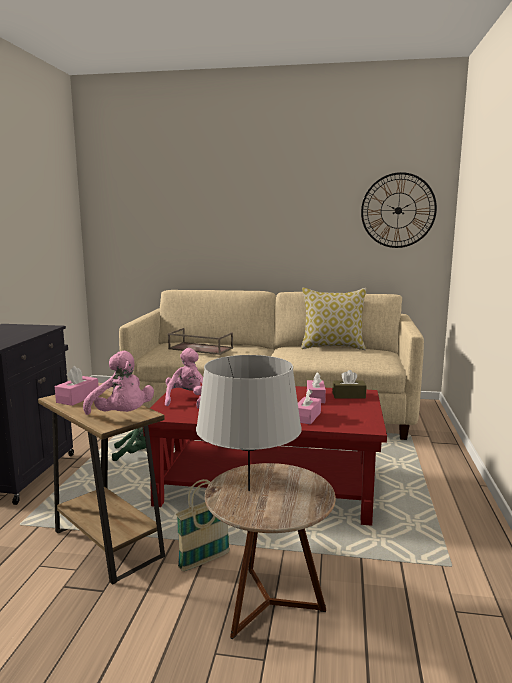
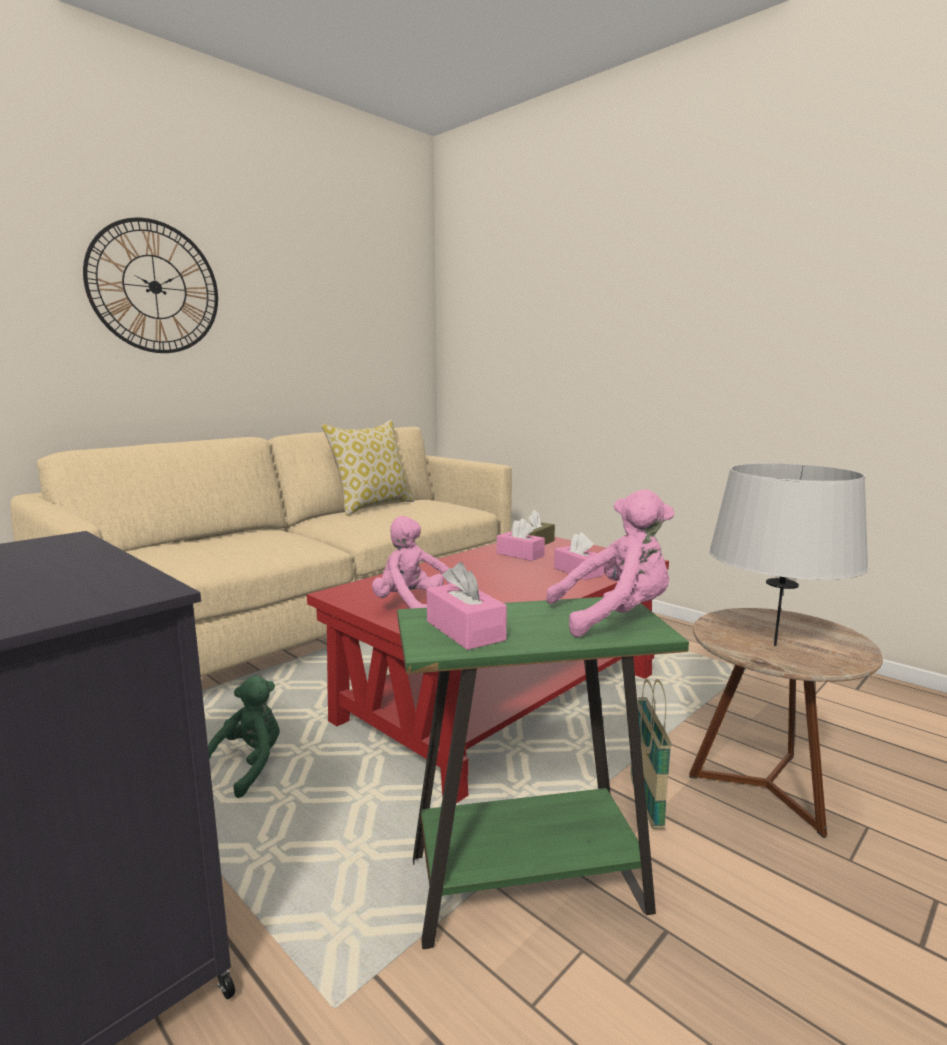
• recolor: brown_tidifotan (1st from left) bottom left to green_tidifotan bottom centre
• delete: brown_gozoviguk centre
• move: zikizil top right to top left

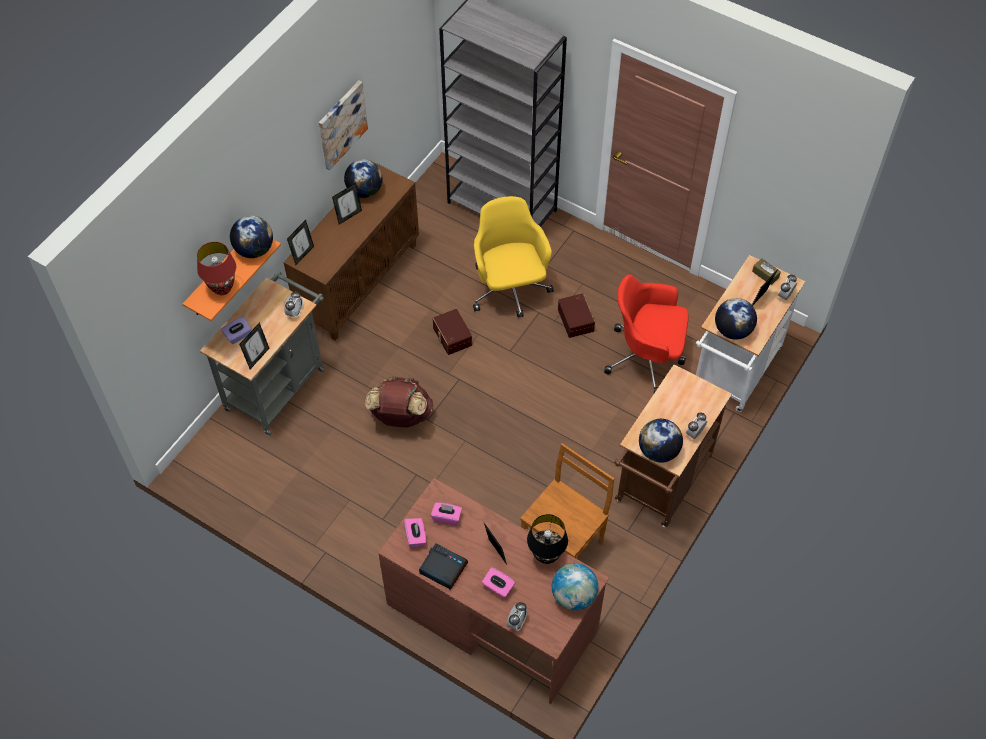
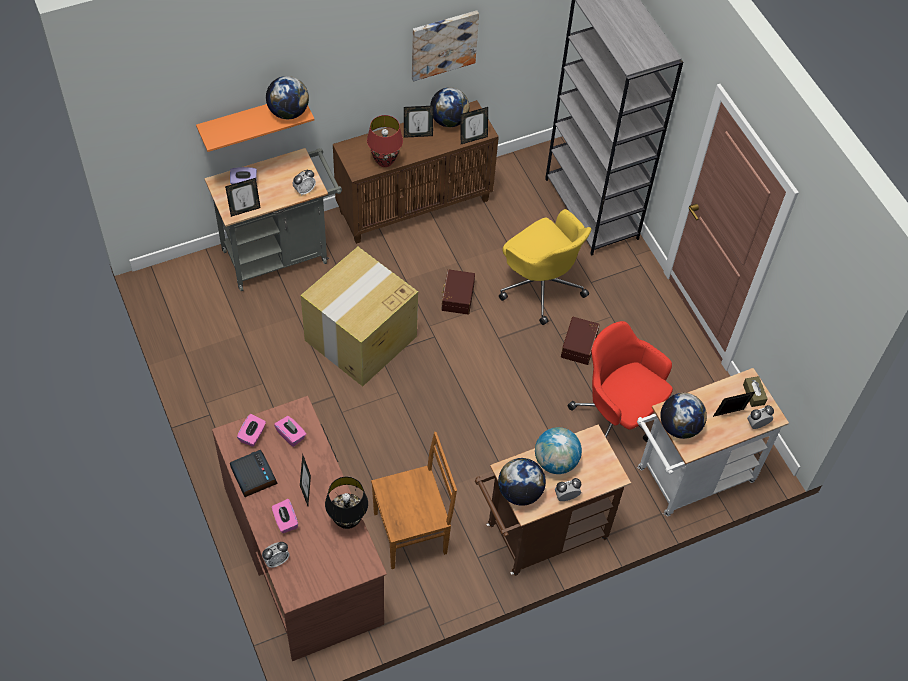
• move: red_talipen middle left to top centre
• move: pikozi (2nd from left in the first image) top left to pikozi (4th from left) top centre
• replace: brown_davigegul centre to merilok centre
• rotate: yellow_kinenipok centre = centre 120 degrees clockwise
• move: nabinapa (3rd from left in the first image) bottom centre to nabinapa (4th from left) centre

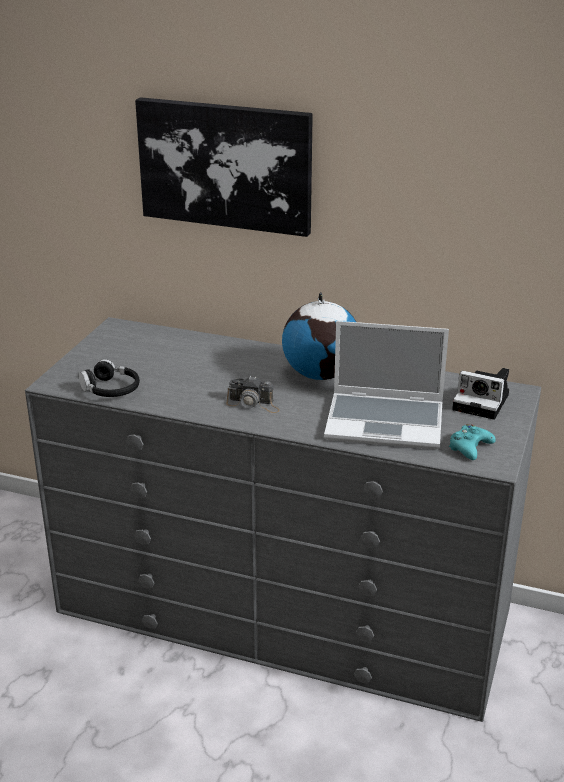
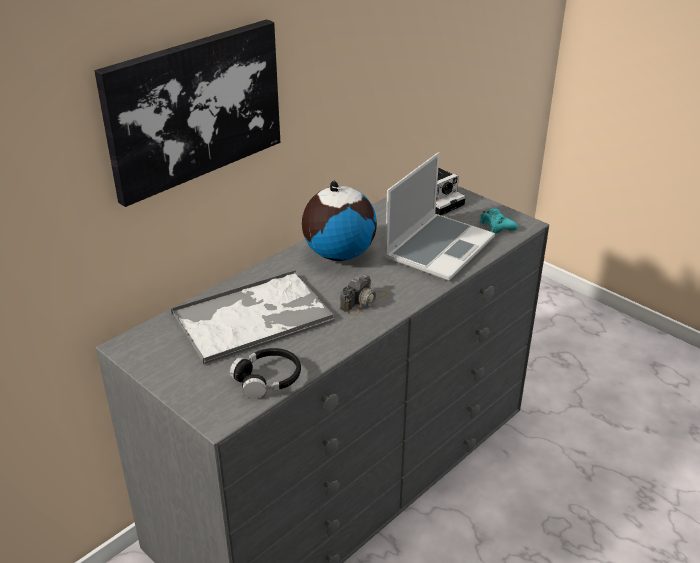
• insert: gozoviguk centre

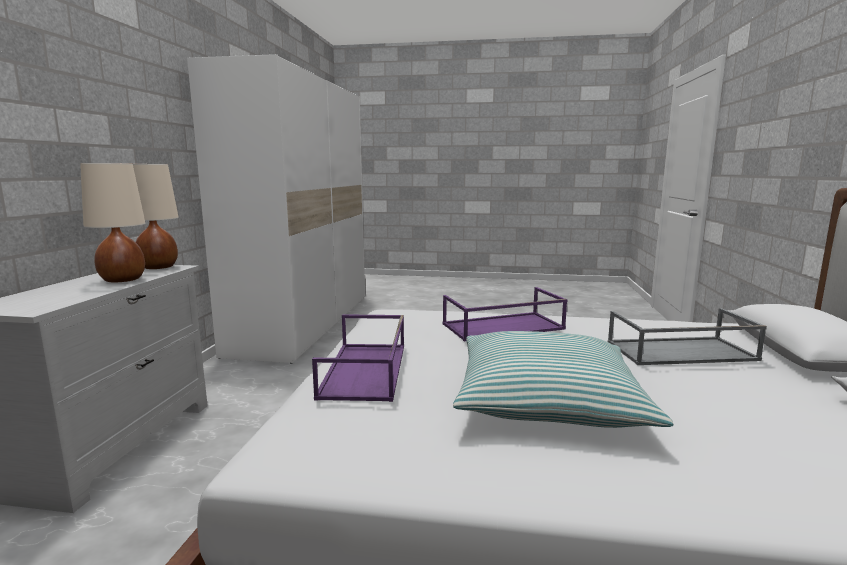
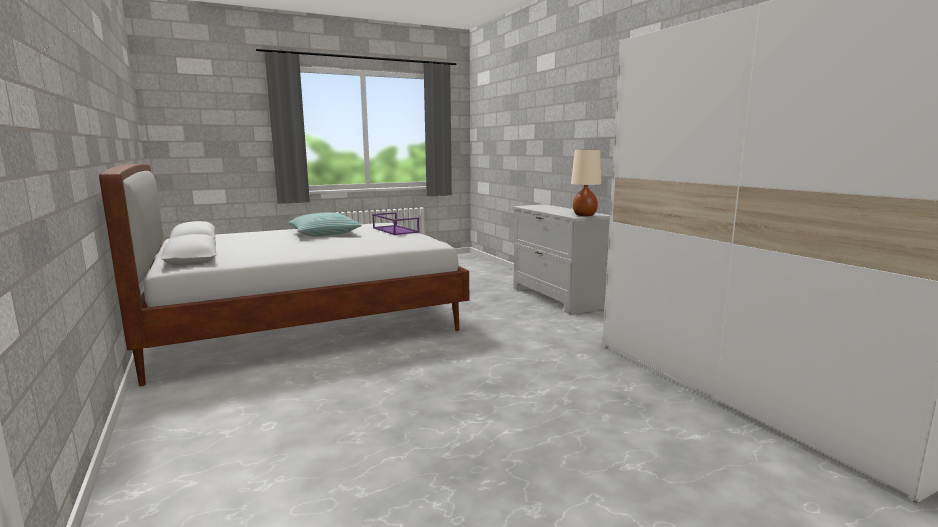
• delete: beige_talipen (1st from left) middle left
• delete: purple_gozoviguk (2nd from left) centre
• delete: grey_gozoviguk middle right

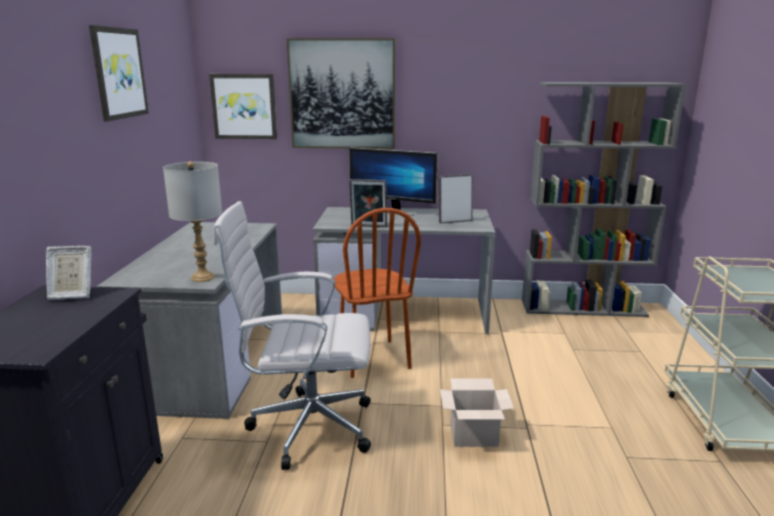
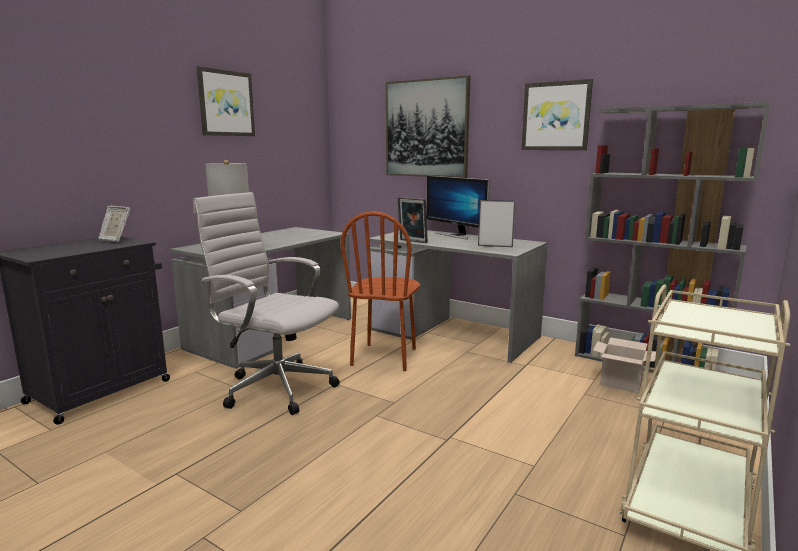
• move: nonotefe (2nd from left in the first image) top left to nonotefe (3rd from left) top right
• move: merilok bottom centre to middle right

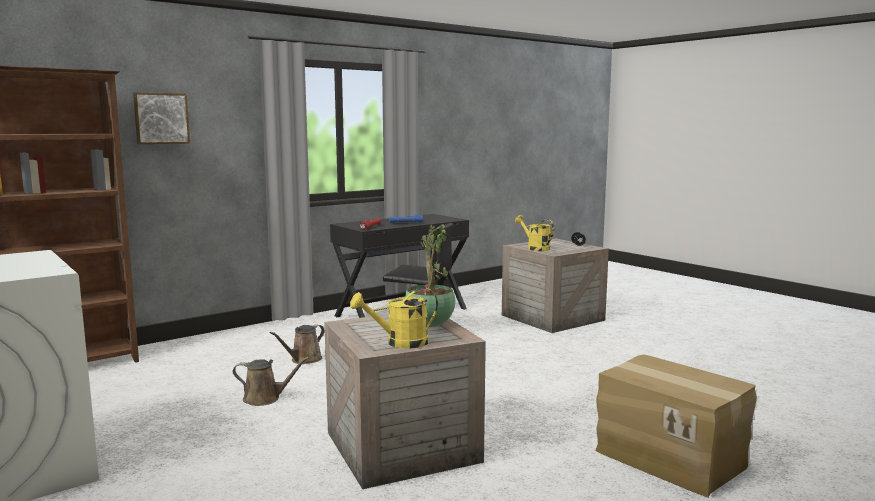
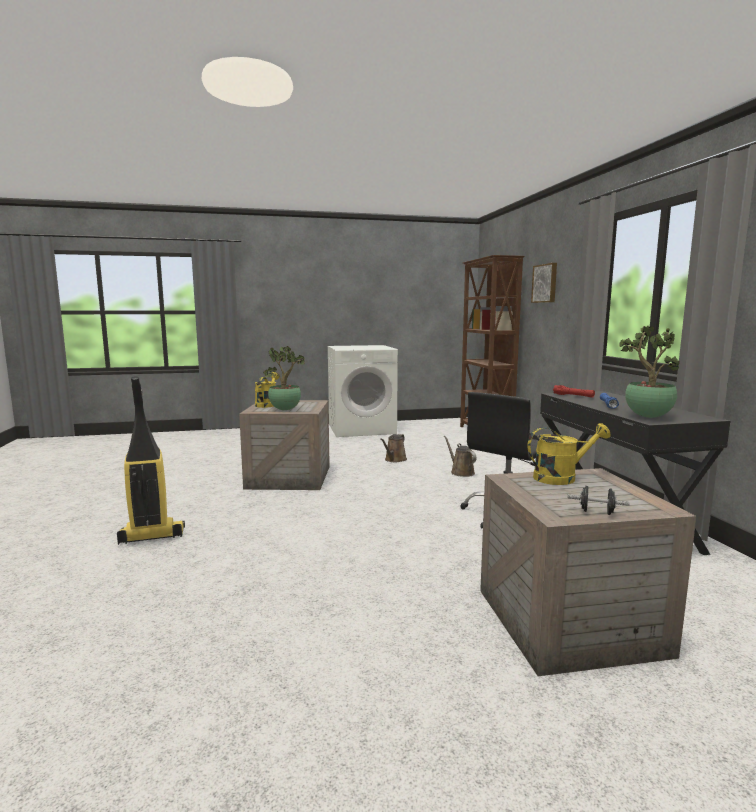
• replace: merilok bottom right to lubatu middle left
• insert: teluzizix (2nd from left) middle right

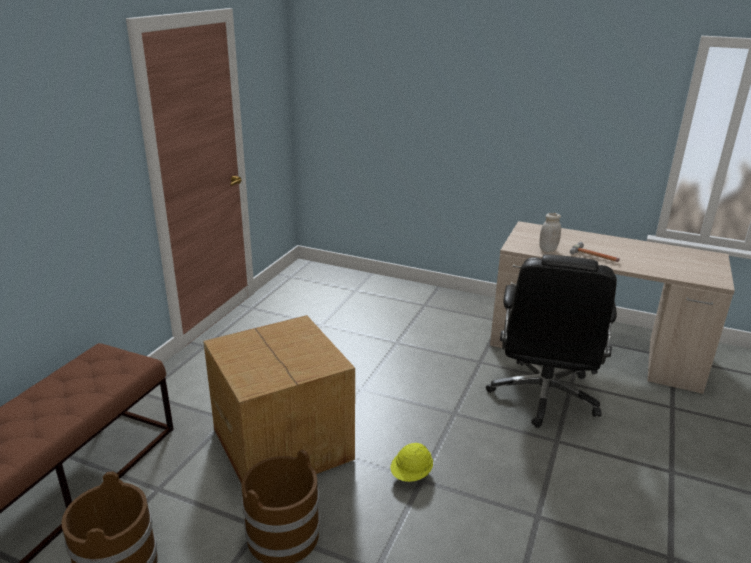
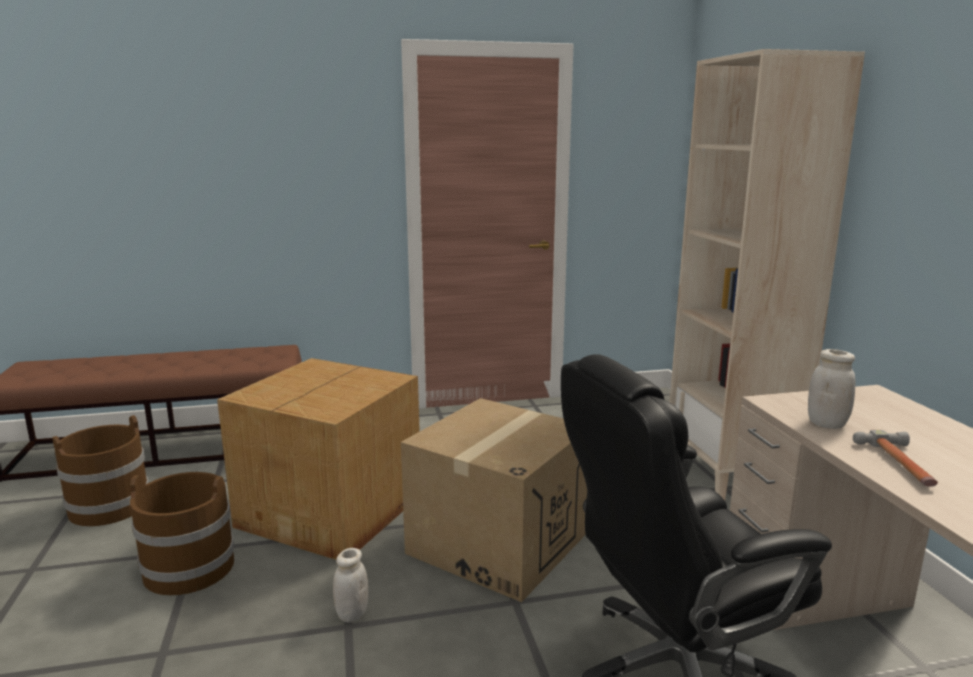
• replace: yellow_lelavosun bottom centre to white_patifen (1st from left) bottom centre
• insert: merilok (2nd from left) bottom centre
• insert: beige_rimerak middle right

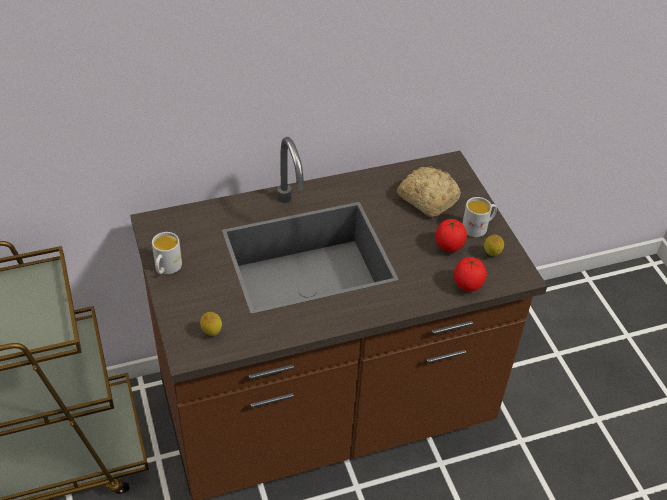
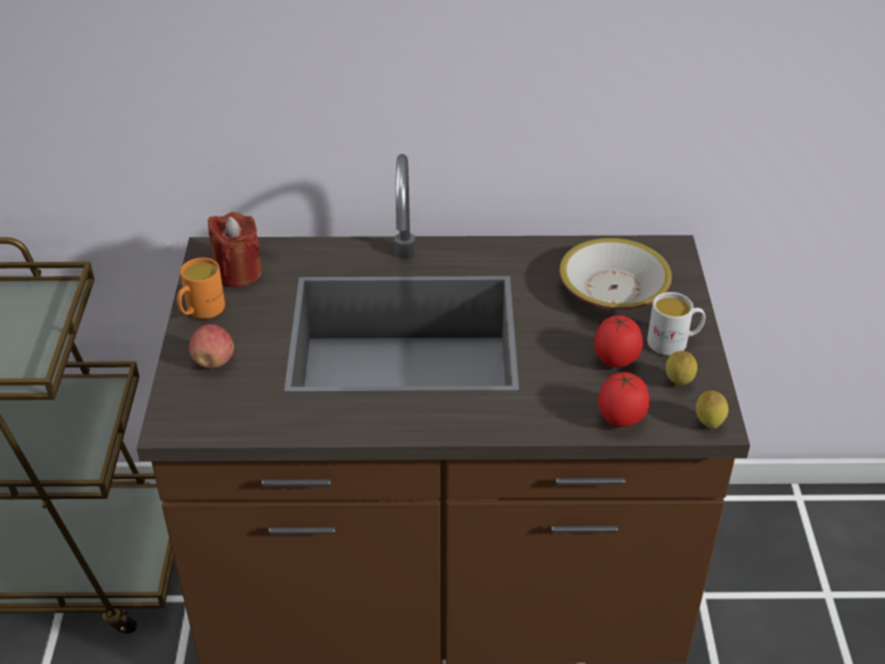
• recolor: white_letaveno (1st from left) middle left to orange_letaveno middle left
• move: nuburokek (1st from left in the first image) middle left to nuburokek (2nd from left) middle right
• replace: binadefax centre to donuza middle right
• insert: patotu middle left
• insert: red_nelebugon middle left

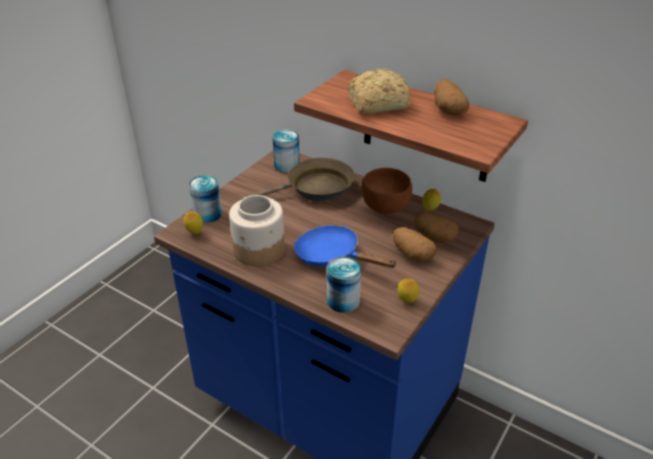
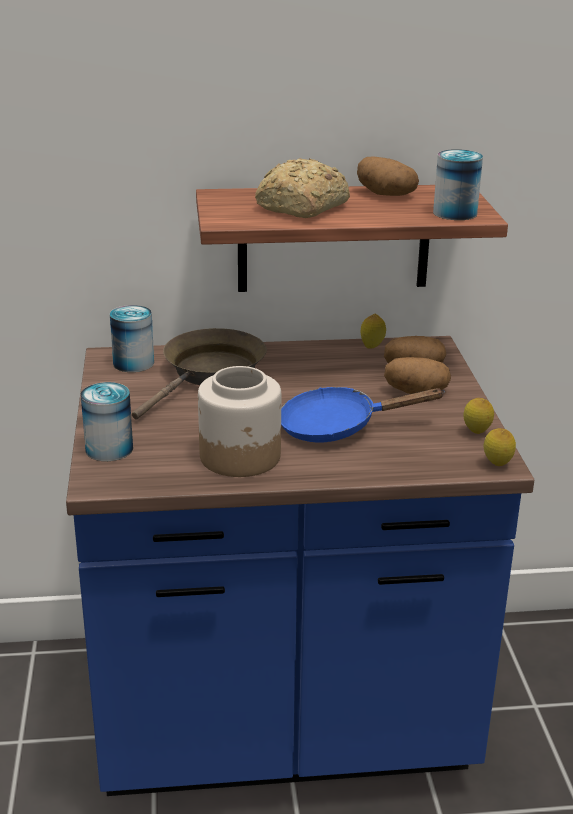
• move: nuburokek (1st from left in the first image) middle left to nuburokek (3rd from left) middle right
• move: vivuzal (3rd from left) centre to top right
• delete: brown_donuza centre

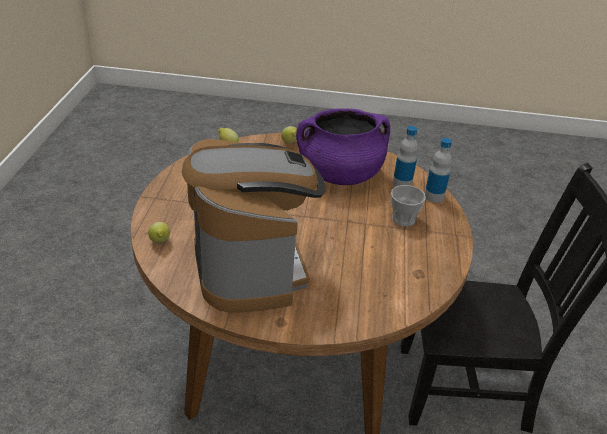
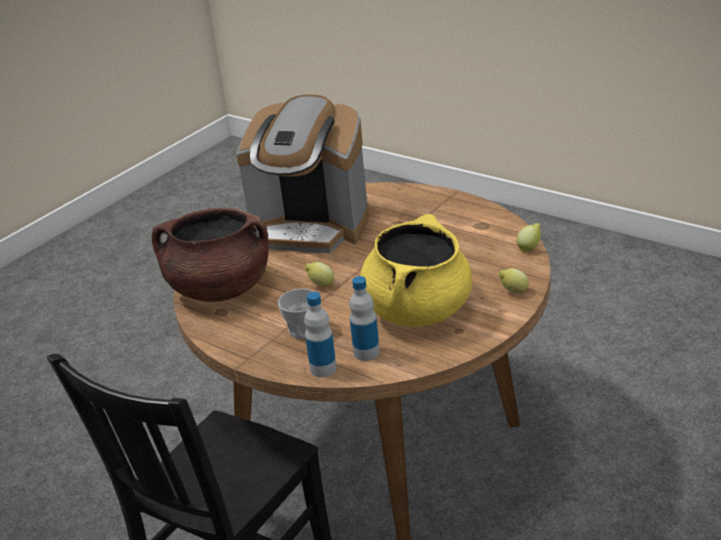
• move: nuburokek (1st from left) middle left to centre
• recolor: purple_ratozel centre to yellow_ratozel centre
• insert: brown_ratozel middle left

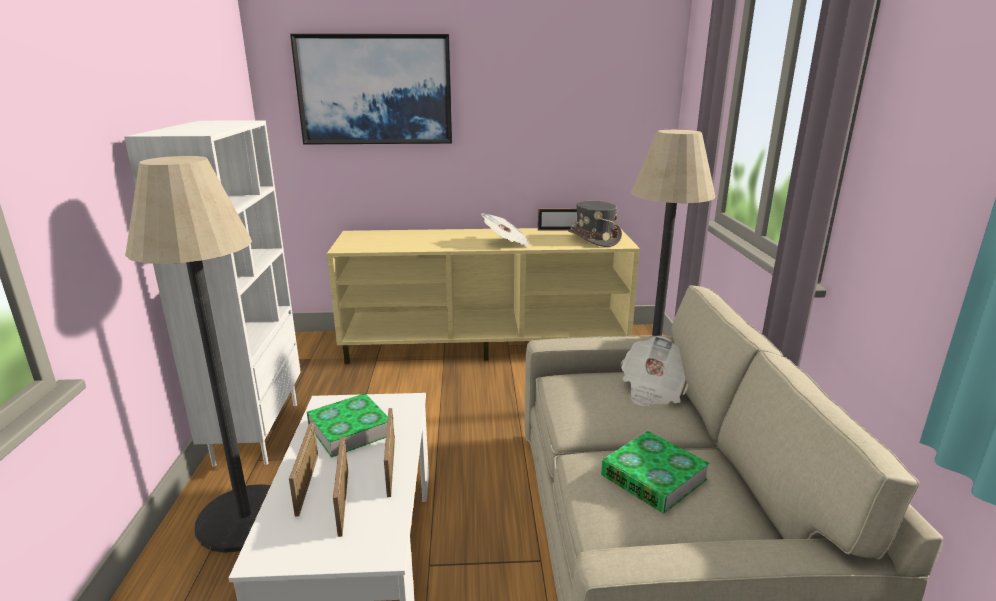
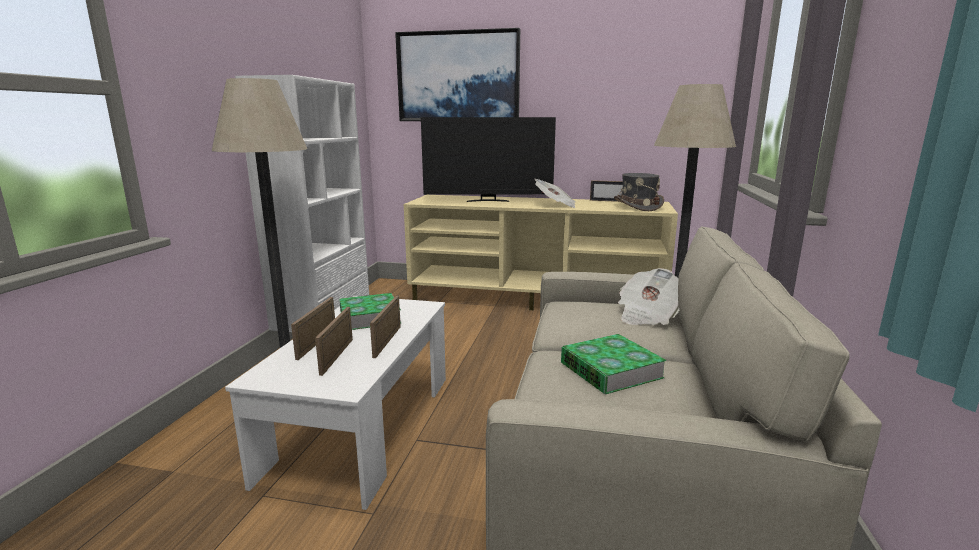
• insert: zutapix top centre

